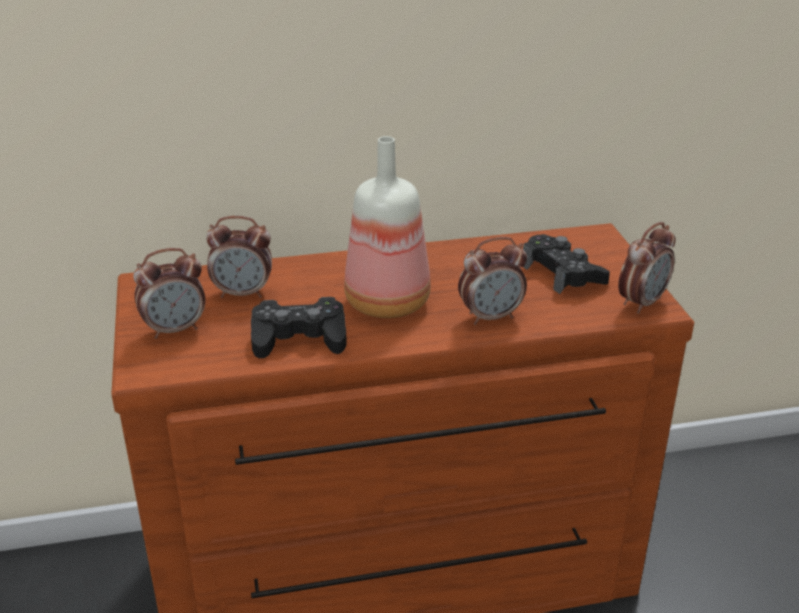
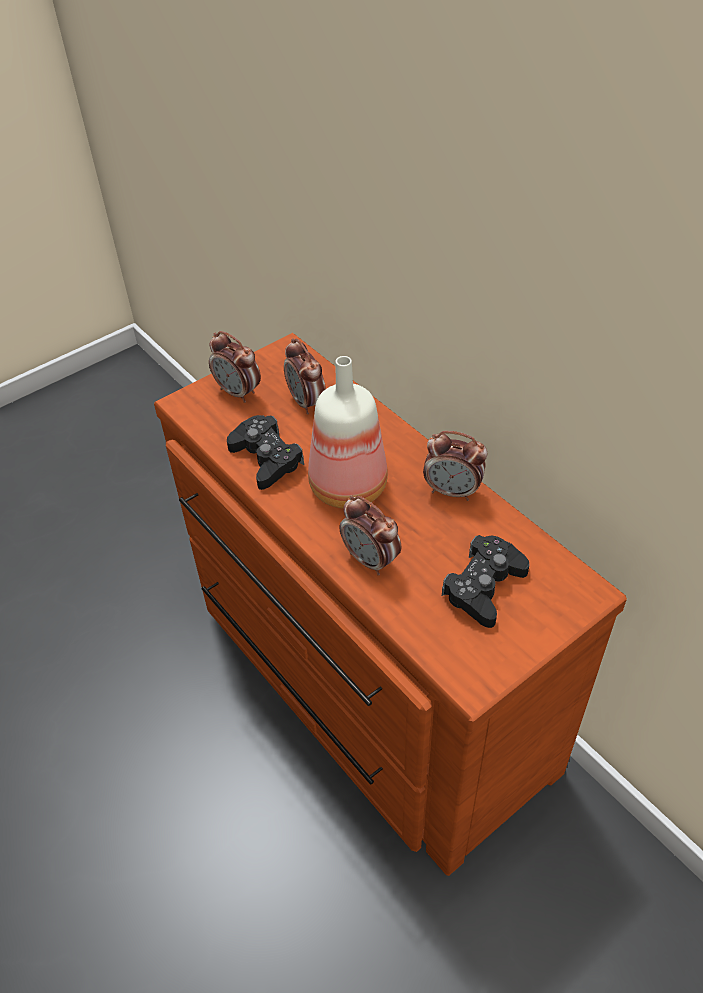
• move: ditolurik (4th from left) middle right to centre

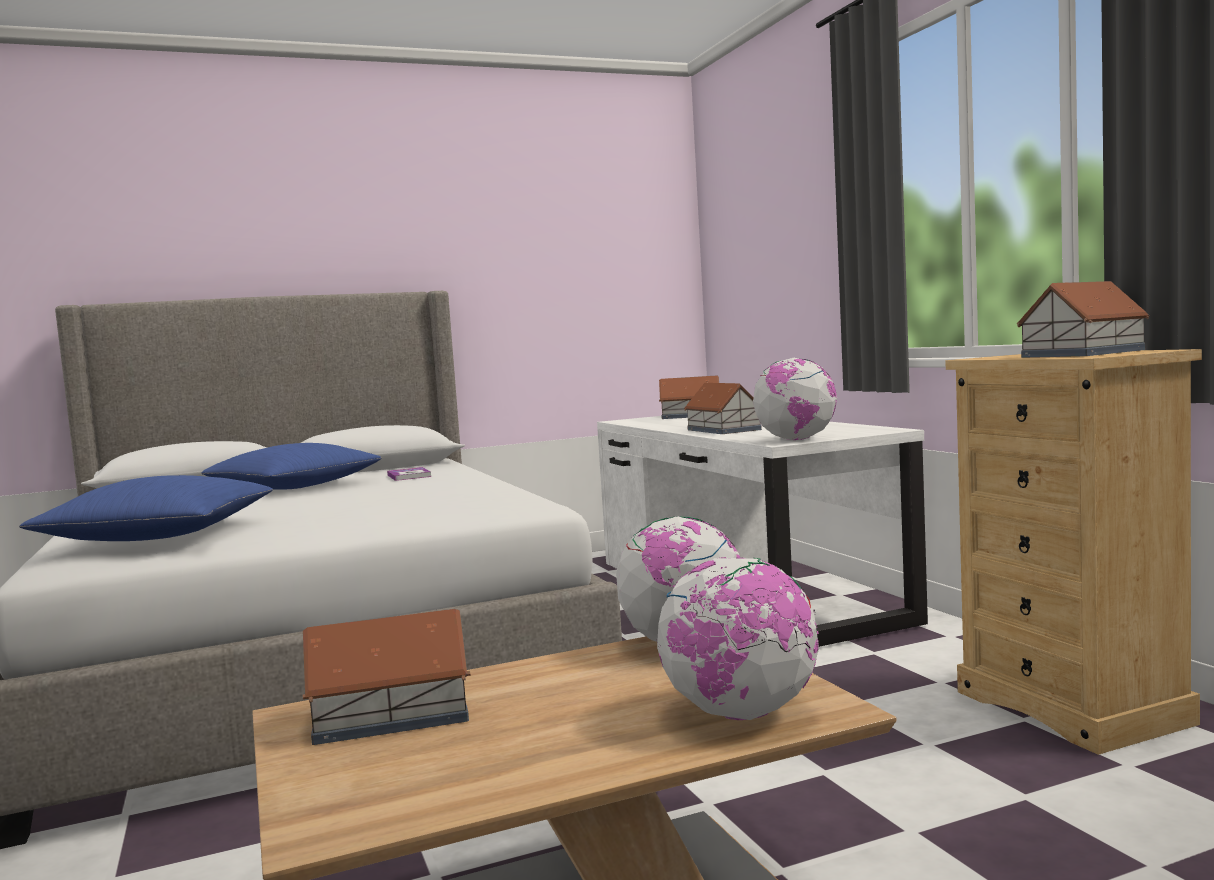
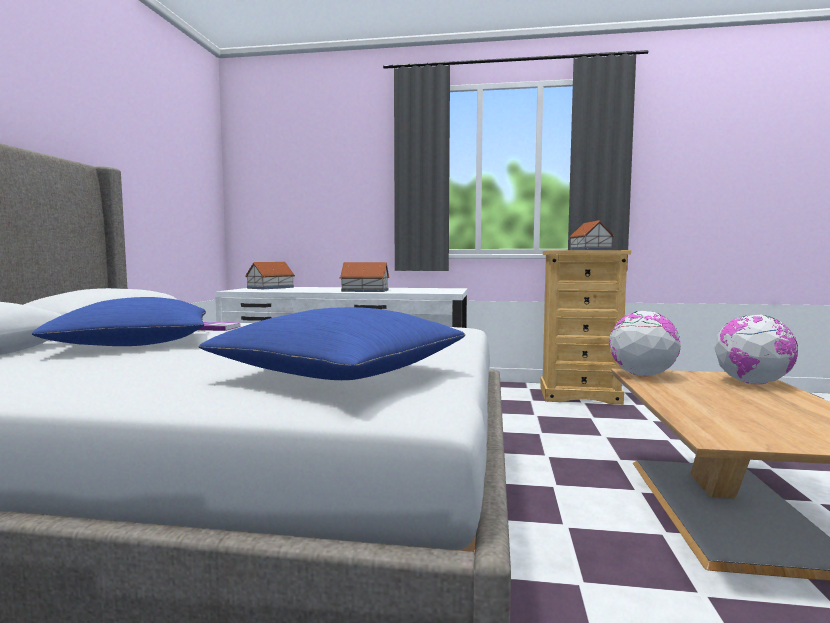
• delete: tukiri (1st from left) bottom left
• delete: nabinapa (3rd from left) centre

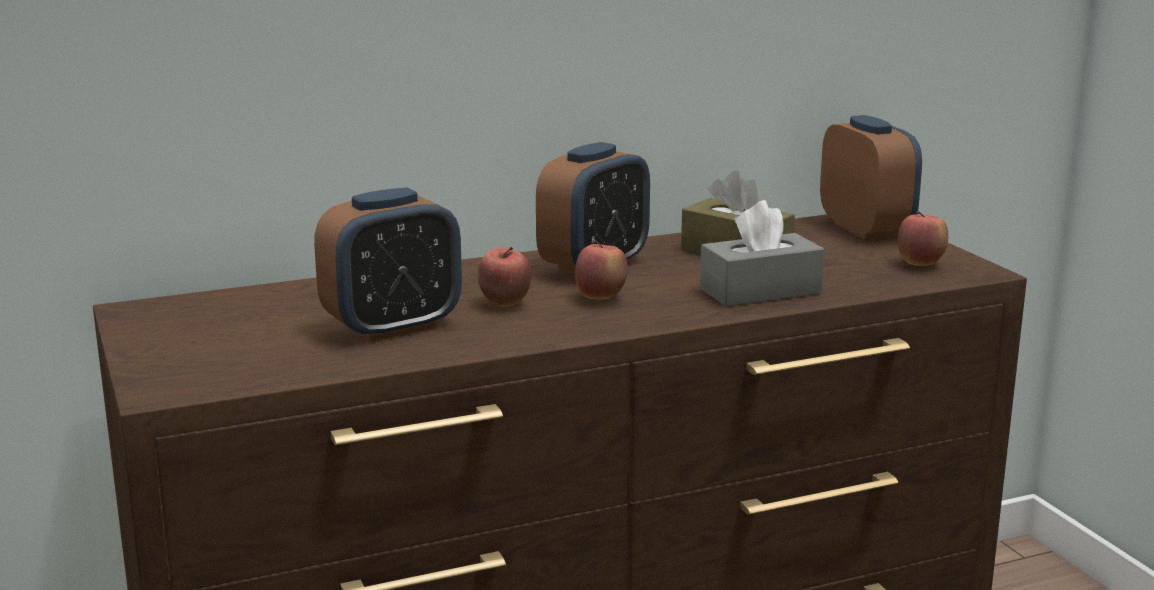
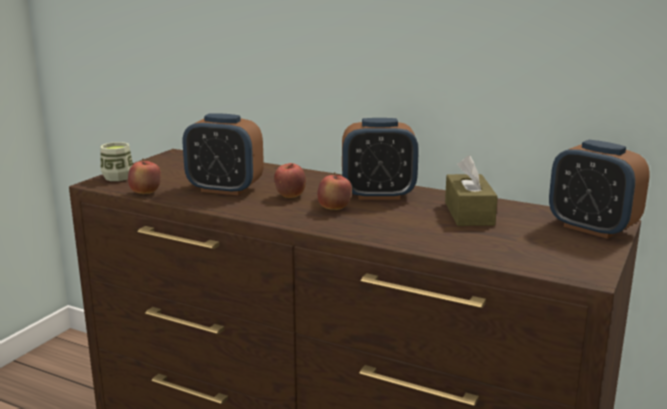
• delete: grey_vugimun centre
• rotate: ditolurik (3rd from left) top right = middle right 105 degrees clockwise
• move: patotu (3rd from left in the first image) middle right to patotu (1st from left) middle left
• insert: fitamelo middle left

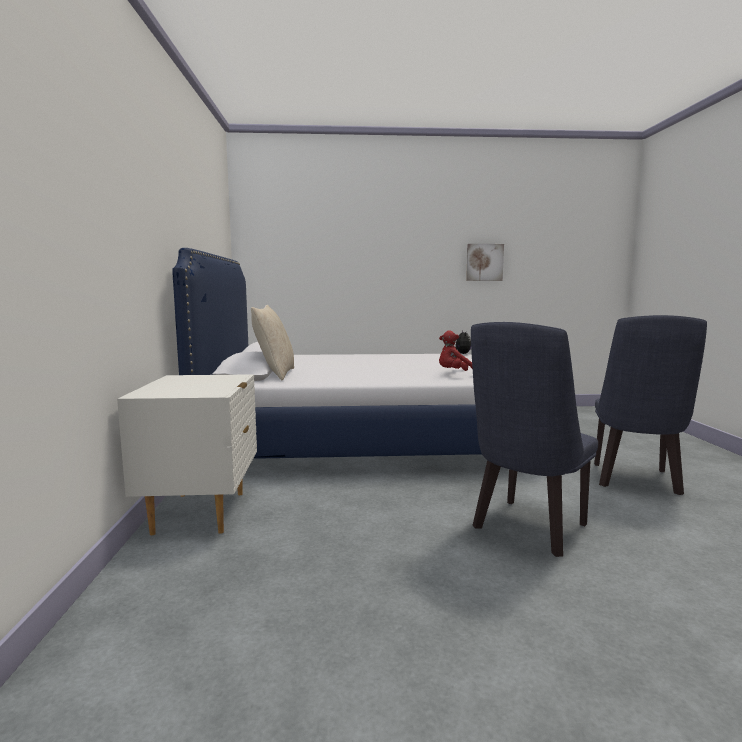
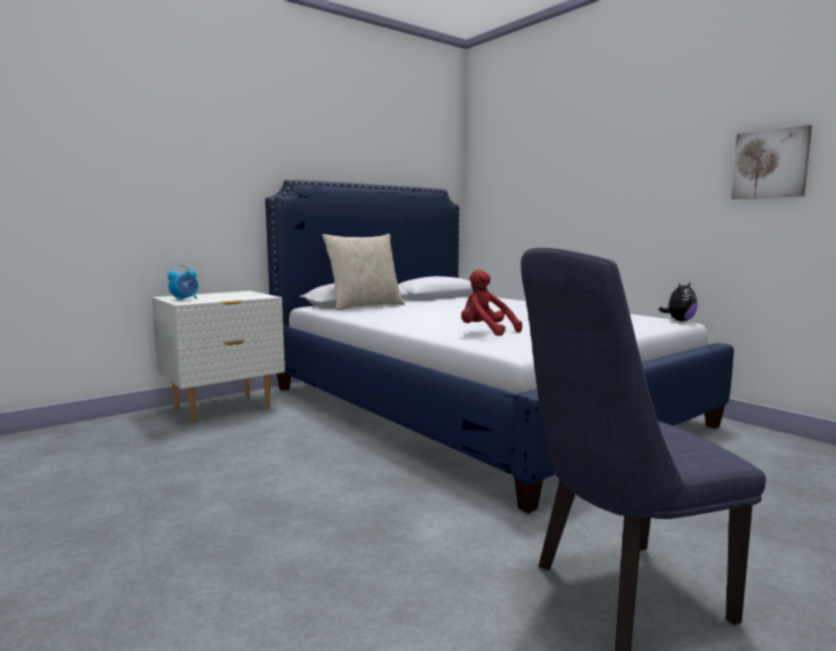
• delete: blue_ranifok (1st from left) middle right
• insert: ditolurik middle left

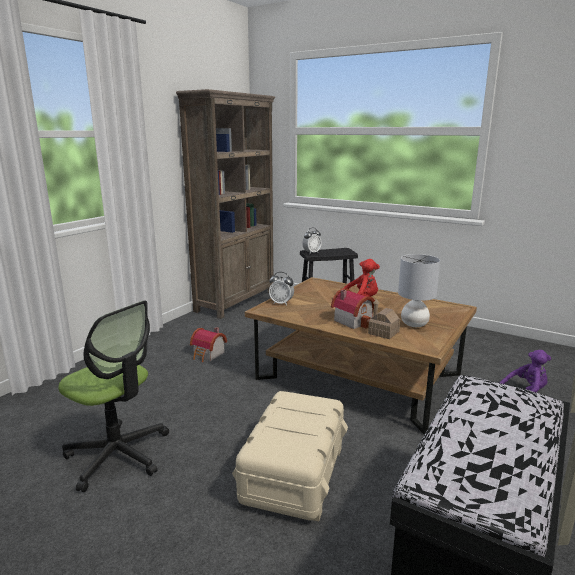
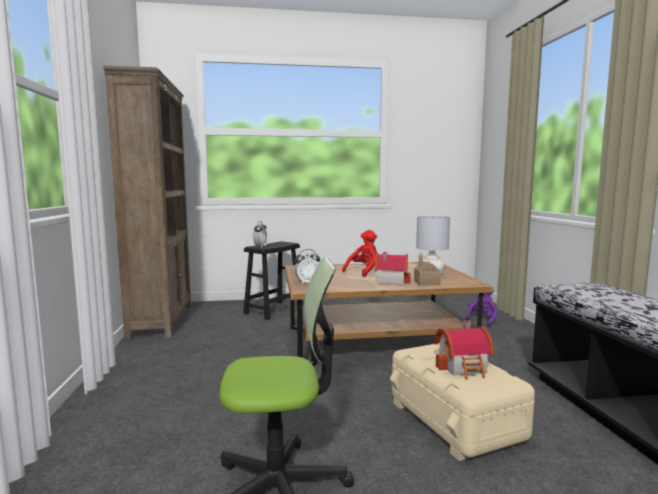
• move: tukiri (1st from left in the first image) centre to tukiri (3rd from left) bottom right

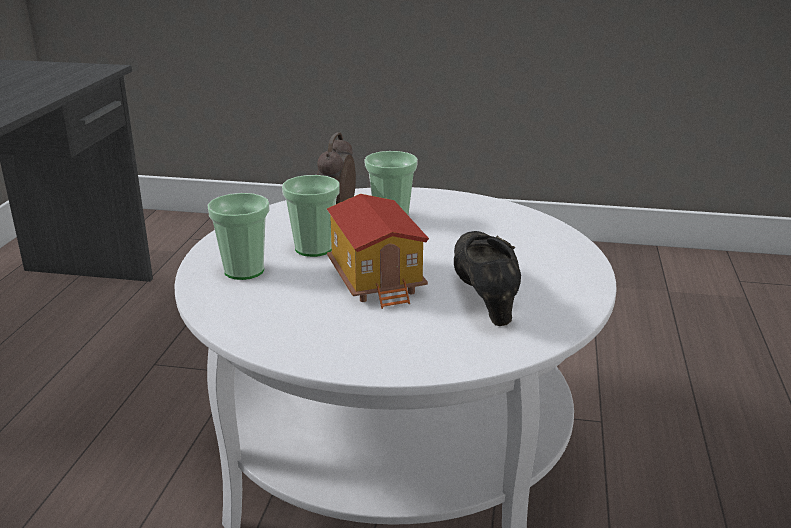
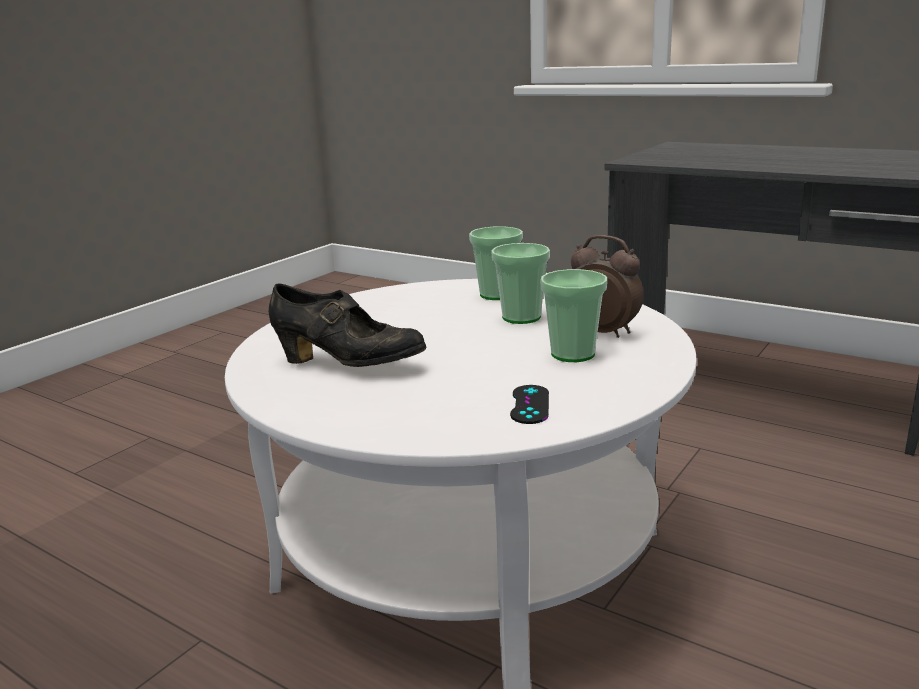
• delete: tukiri centre
• insert: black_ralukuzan centre

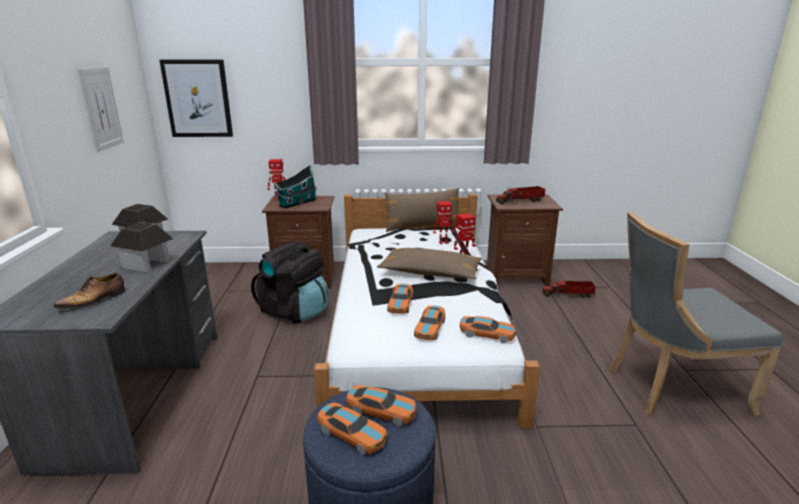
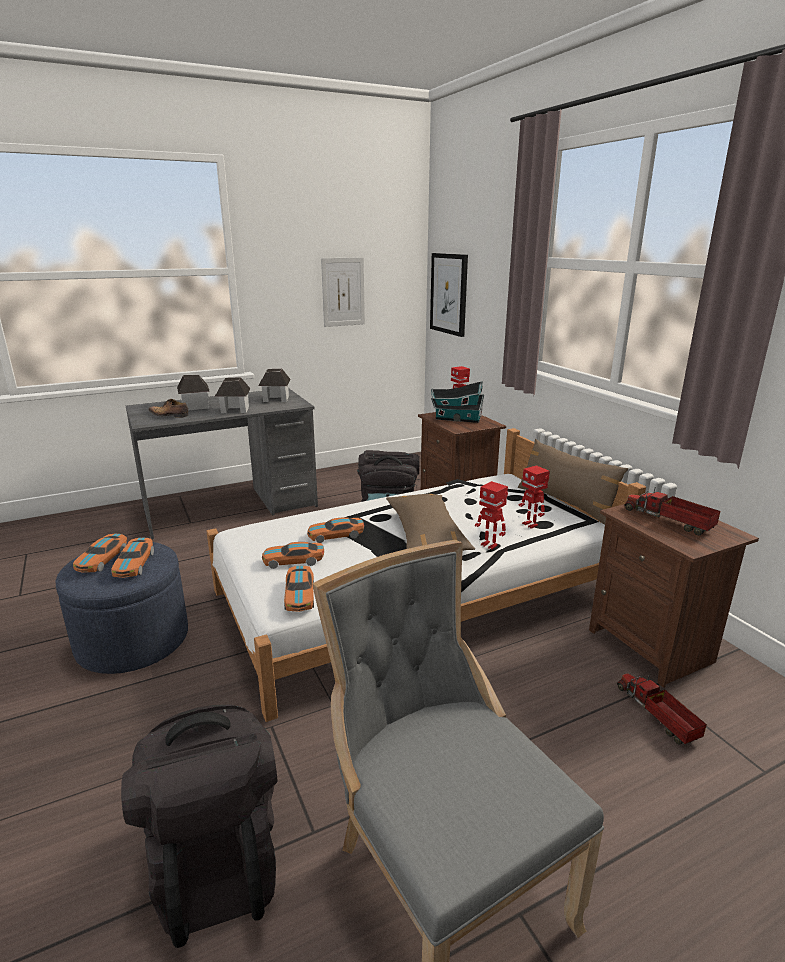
• insert: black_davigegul (1st from left) bottom left
• insert: tukiri (1st from left) middle left

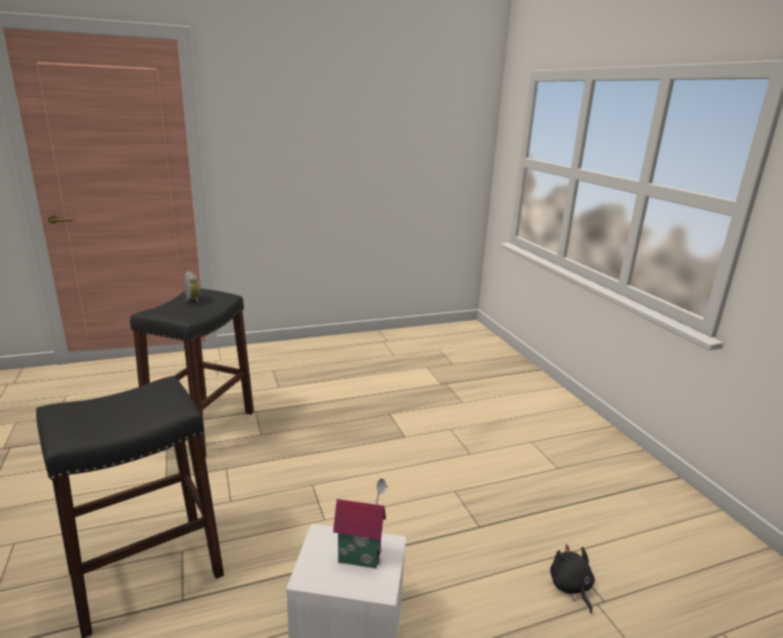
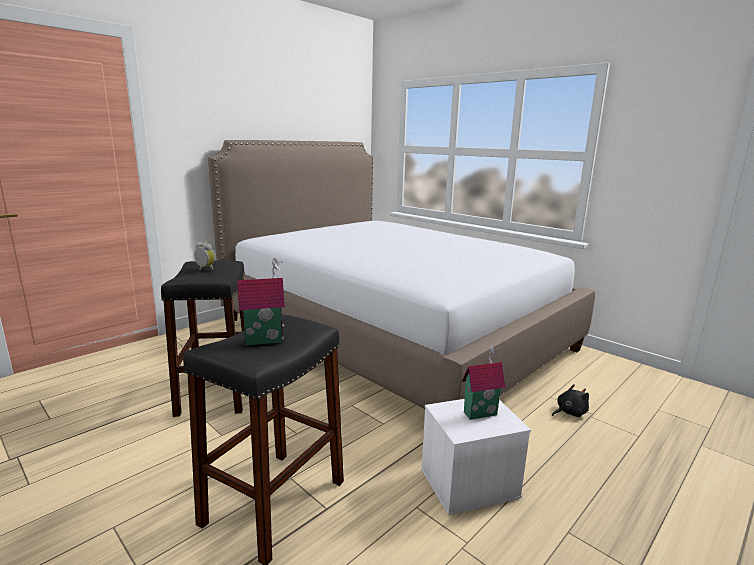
• rotate: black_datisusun bottom right = bottom right 105 degrees clockwise
• insert: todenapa centre
• insert: tukiri (1st from left) centre

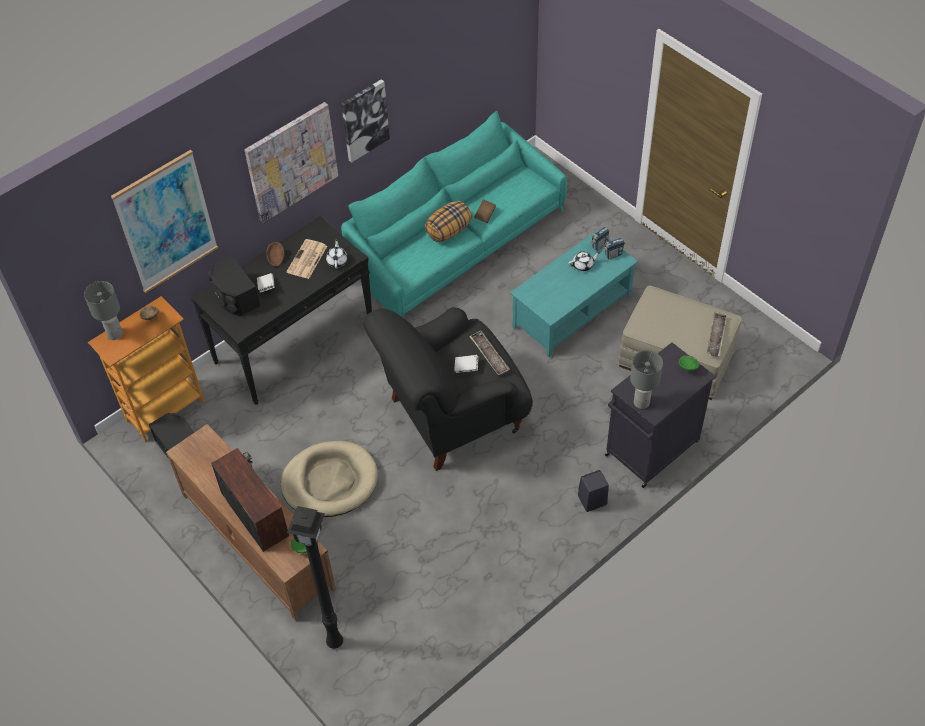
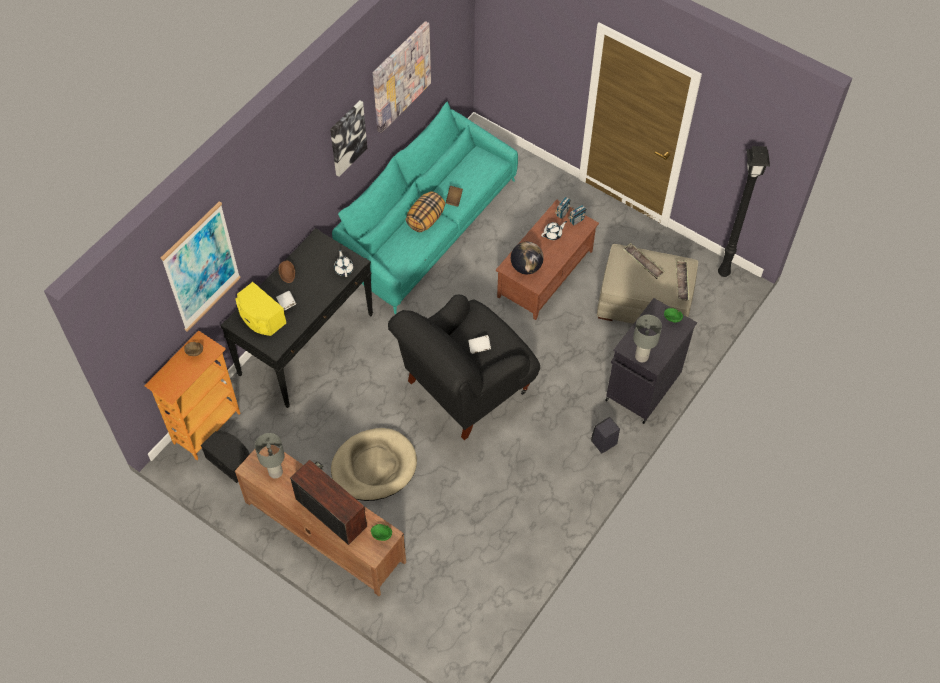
• move: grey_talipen (1st from left) middle left to bottom left
• recolor: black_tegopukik (2nd from left) middle left to yellow_tegopukik middle left
• move: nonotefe (2nd from left in the first image) top left to nonotefe (3rd from left) top centre
• delete: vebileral middle left
• move: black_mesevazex bottom centre to top right
• move: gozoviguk (1st from left) centre to middle right
• recolor: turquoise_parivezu centre to brown_parivezu centre
• insert: nabinapa centre

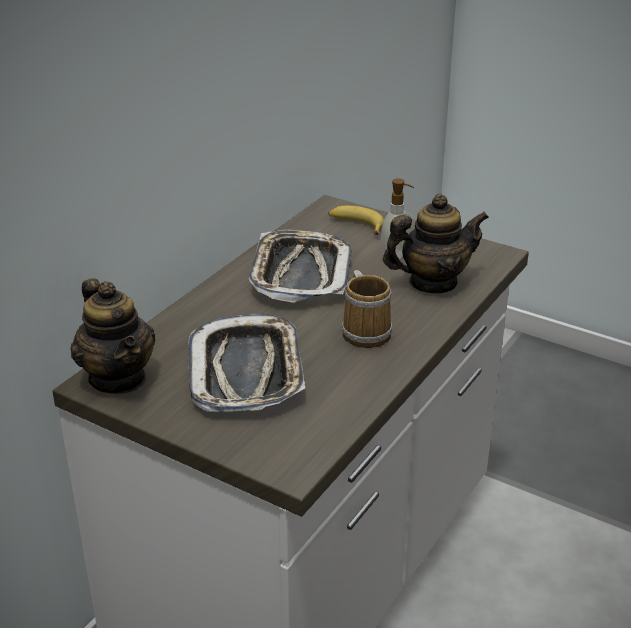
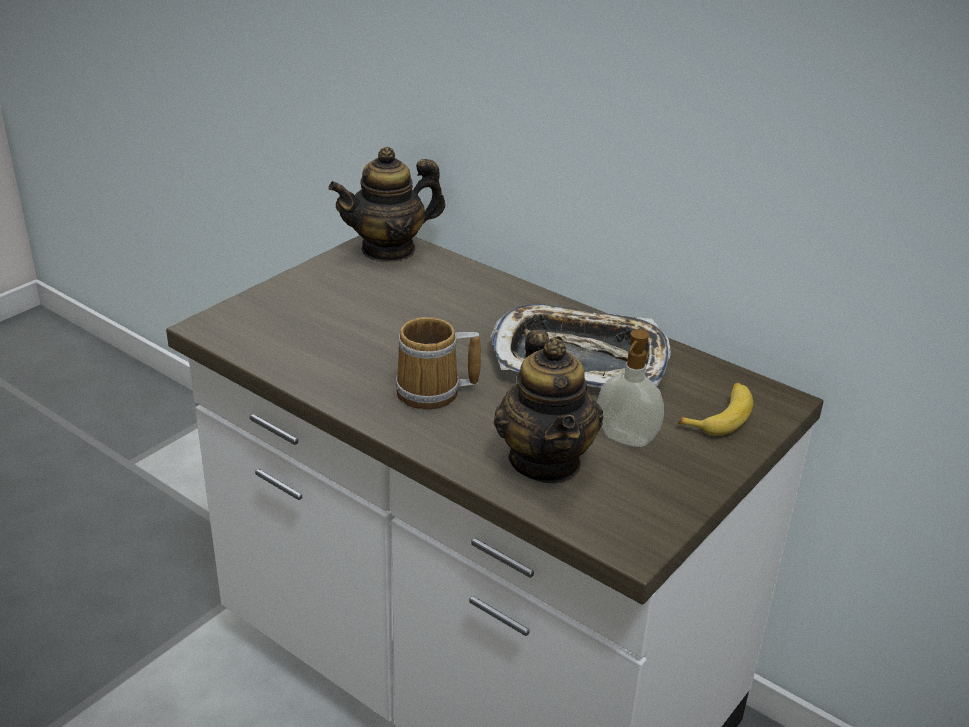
• delete: gozoviguk (1st from left) centre

